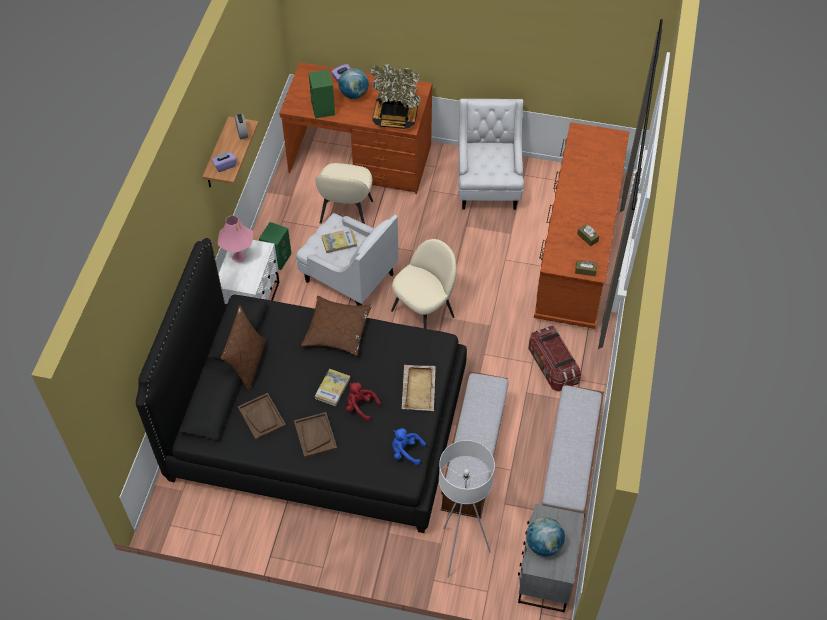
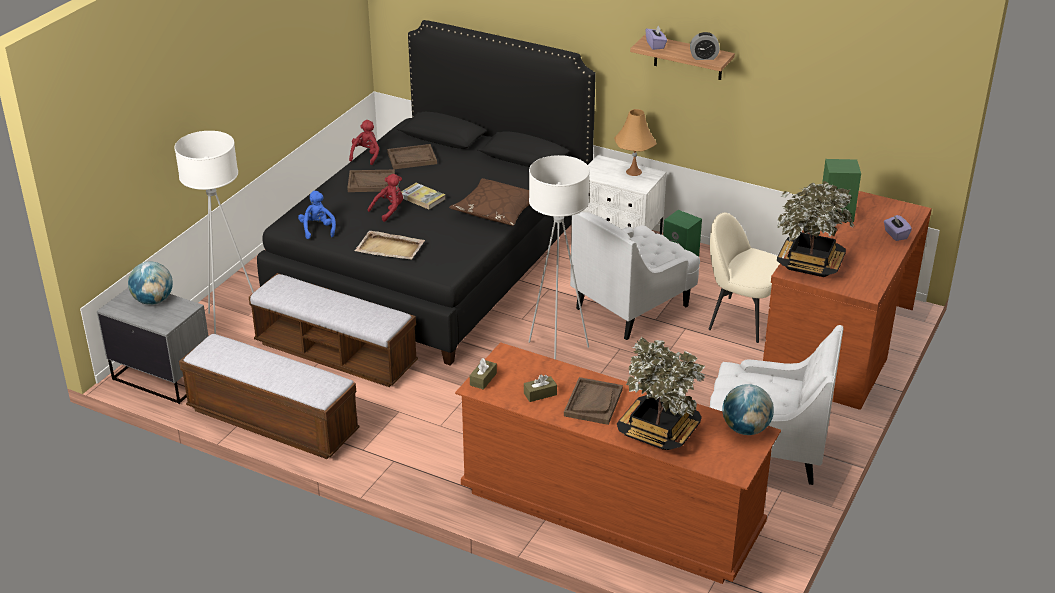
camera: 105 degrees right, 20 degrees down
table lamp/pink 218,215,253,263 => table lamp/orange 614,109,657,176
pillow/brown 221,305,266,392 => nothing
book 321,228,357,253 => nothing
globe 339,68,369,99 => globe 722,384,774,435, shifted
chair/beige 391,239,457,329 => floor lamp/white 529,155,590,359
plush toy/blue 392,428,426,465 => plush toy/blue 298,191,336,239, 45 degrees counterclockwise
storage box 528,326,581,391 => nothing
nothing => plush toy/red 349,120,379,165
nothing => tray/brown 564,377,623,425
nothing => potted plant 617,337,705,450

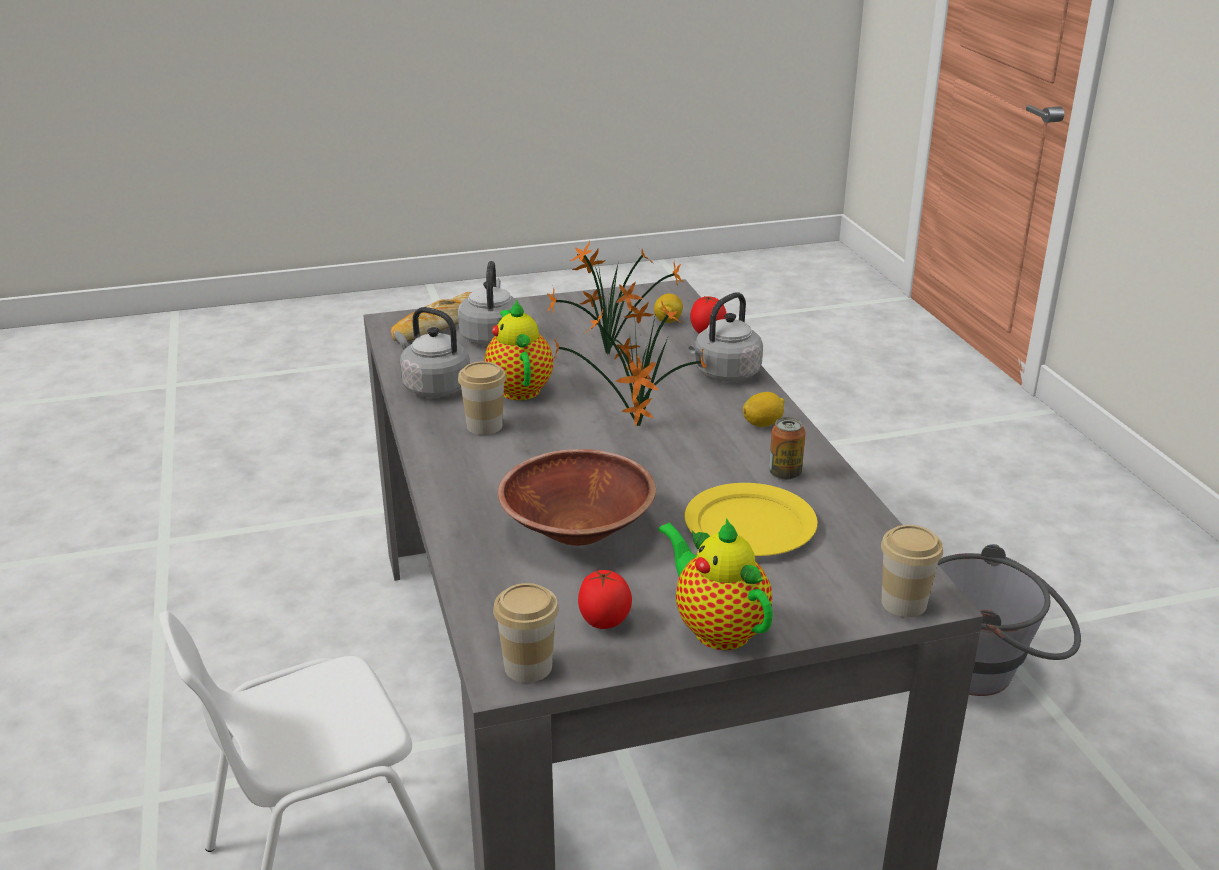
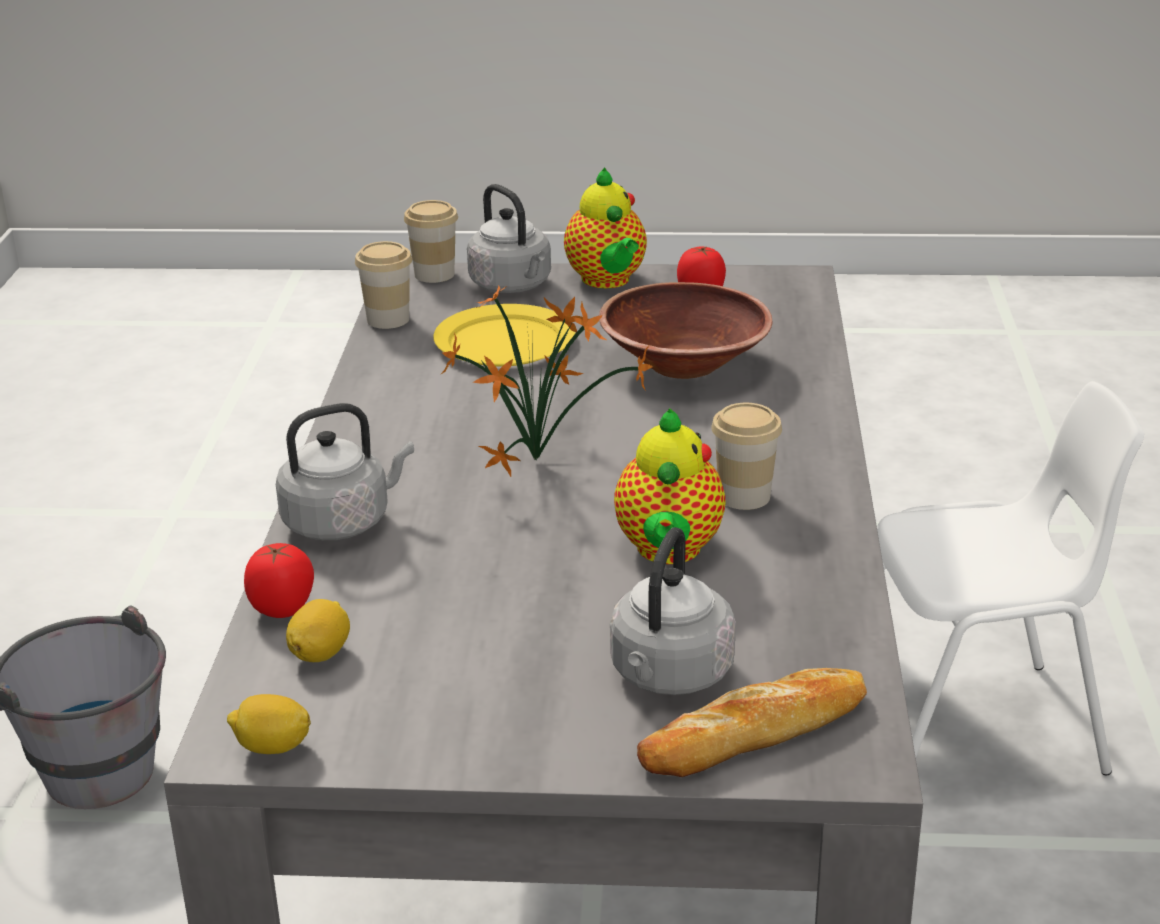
camera: 160 degrees left, 0 degrees up
kettle/grey 394,307,470,397 => kettle/grey 467,184,551,293, shifted
cup 493,583,559,683 => cup 355,241,412,329, shifted
potted plant 547,241,683,360 => nothing
lemon 743,392,785,427 => lemon 227,694,311,754, shifted
can 769,417,806,480 => nothing

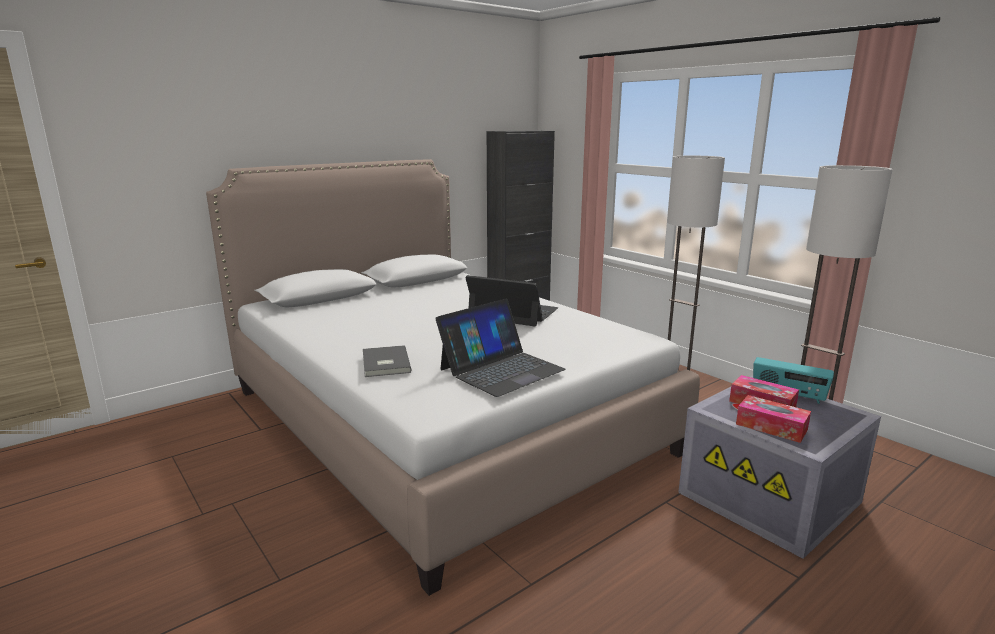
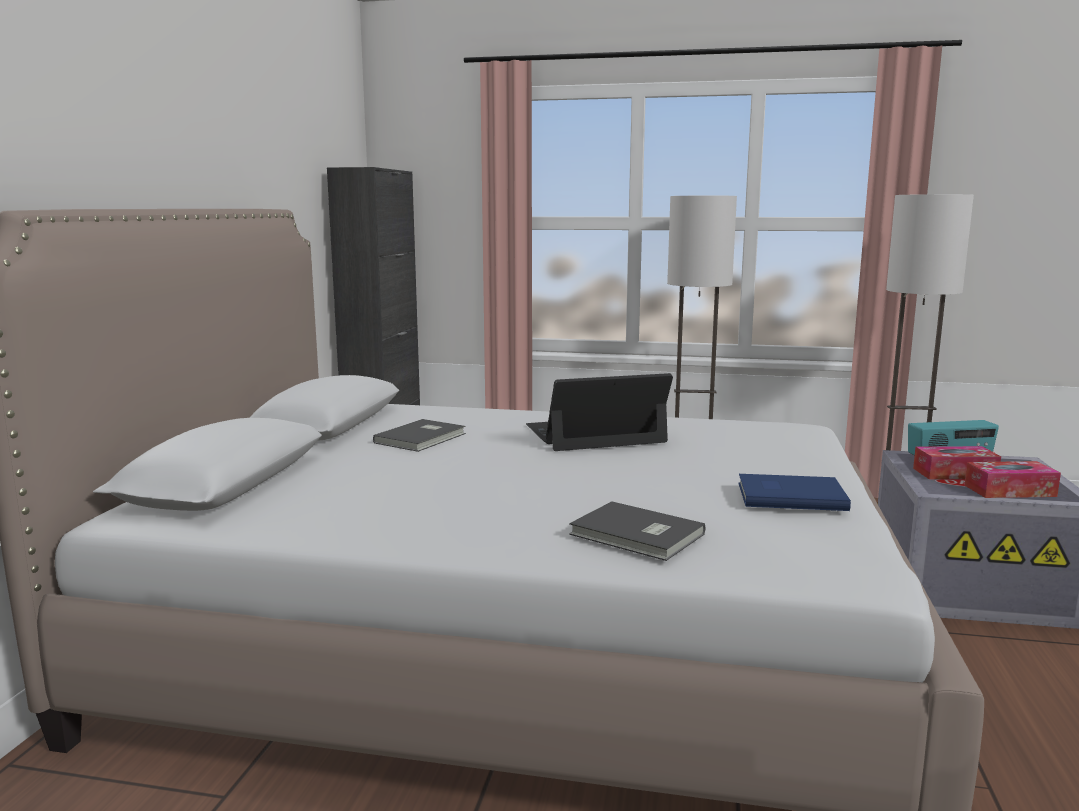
camera: 40 degrees left, 5 degrees down
laptop 435,299,566,397 => book/blue 738,474,851,511
nothing => book/grey 373,419,466,452

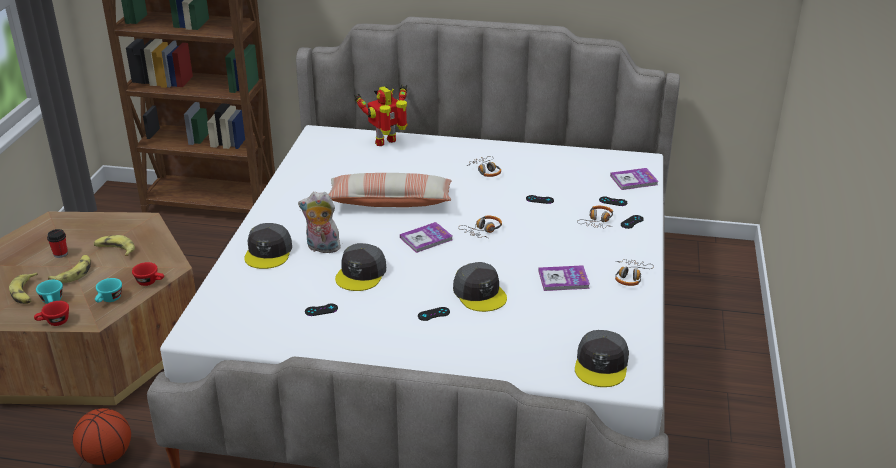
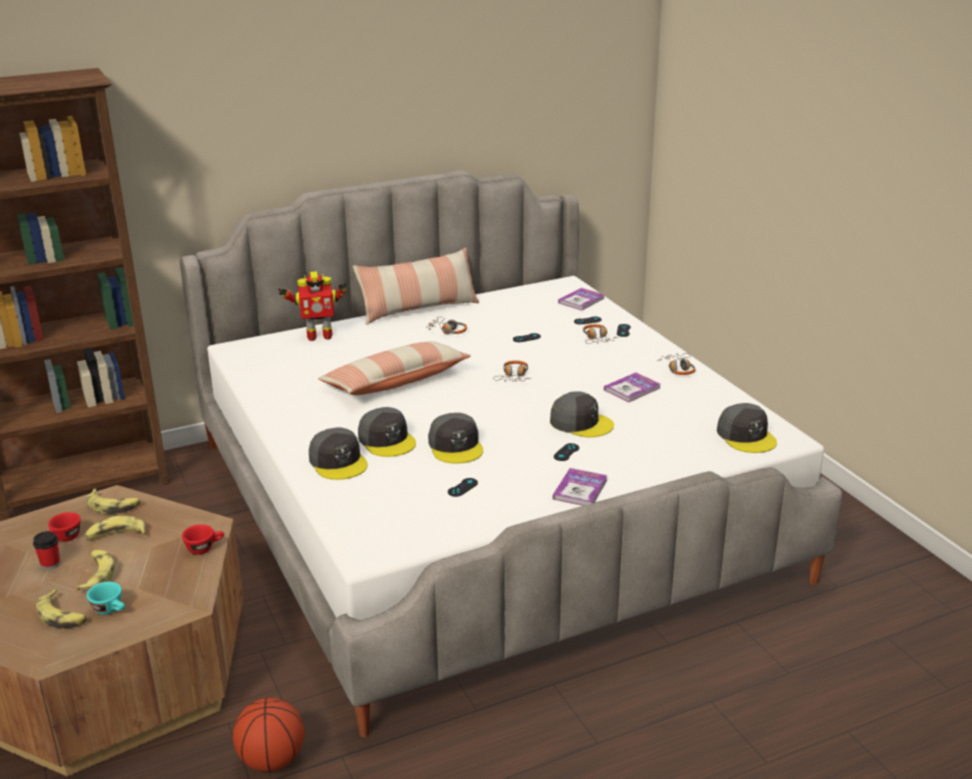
camera: 35 degrees left, 5 degrees down
cup/red 34,301,69,326 => cup/red 48,512,81,542, shifted
cup/turquoise 95,278,122,303 => nothing
plush toy 298,191,341,253 => cap/grey 358,407,416,457
toy robot 354,84,407,146 => toy robot 278,271,348,341, 120 degrees counterclockwise
book 400,222,453,253 => book 553,468,608,506, shifted
nothing => banana 86,489,140,514
nothing => pillow 353,248,479,325

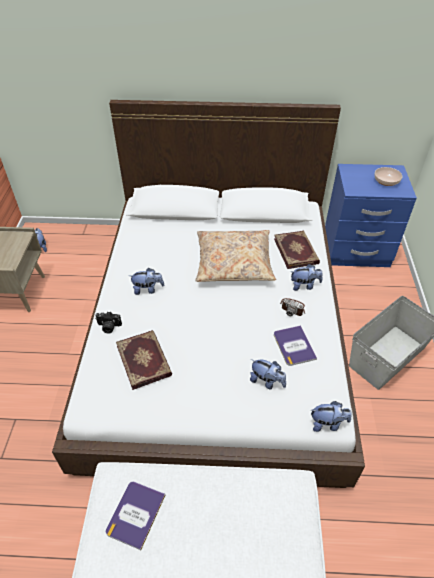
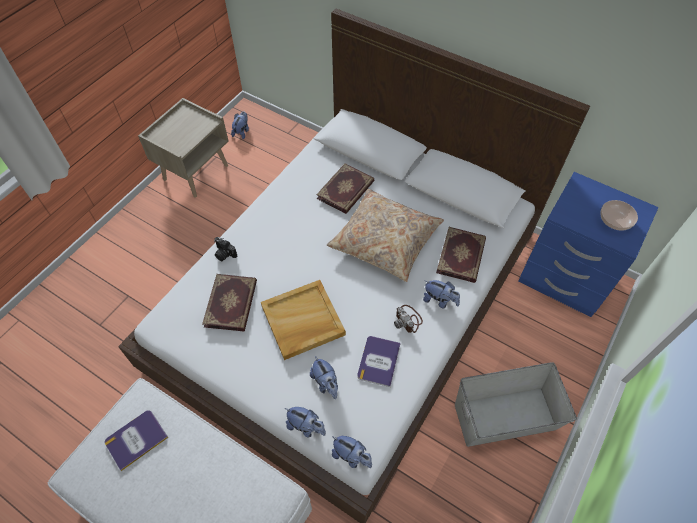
camera: 30 degrees right, 10 degrees up
plush toy 129,268,164,295 => plush toy 285,407,326,437, shifted
nothing => tray/beige 261,280,346,360
nothing => book 316,163,374,214

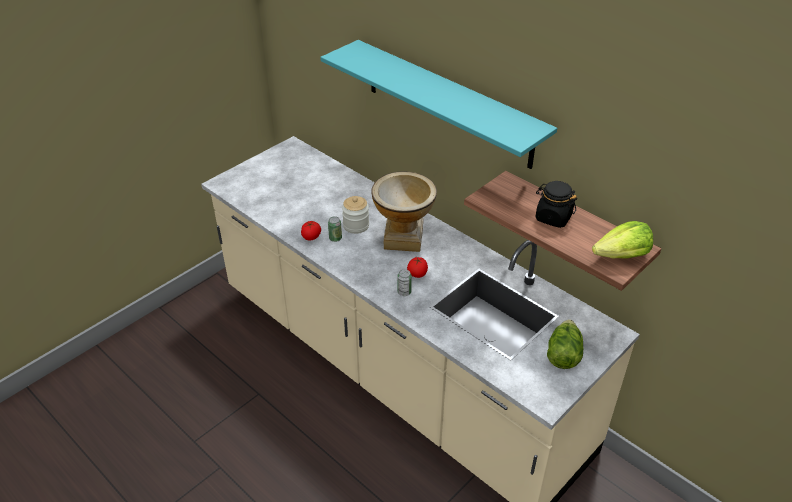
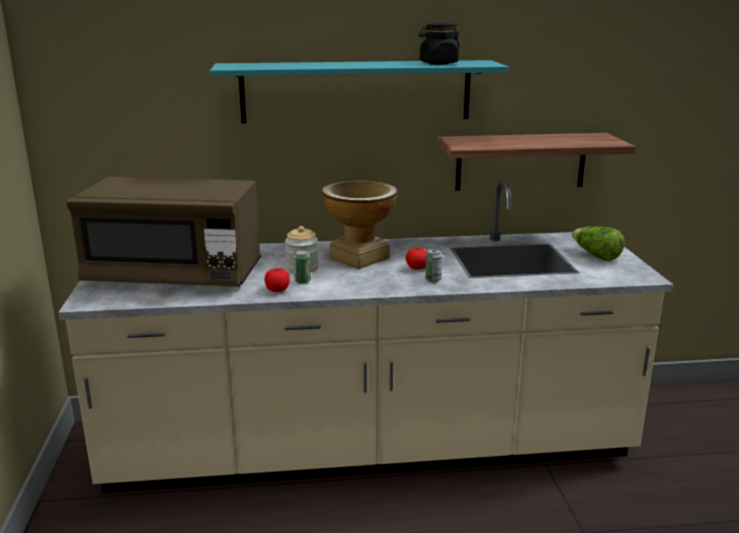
camera: 50 degrees left, 20 degrees down
jar/black 535,181,577,228 => jar/black 419,23,460,65, shifted
lettuce 592,221,653,259 => nothing
nothing => microwave/brown 66,177,261,287

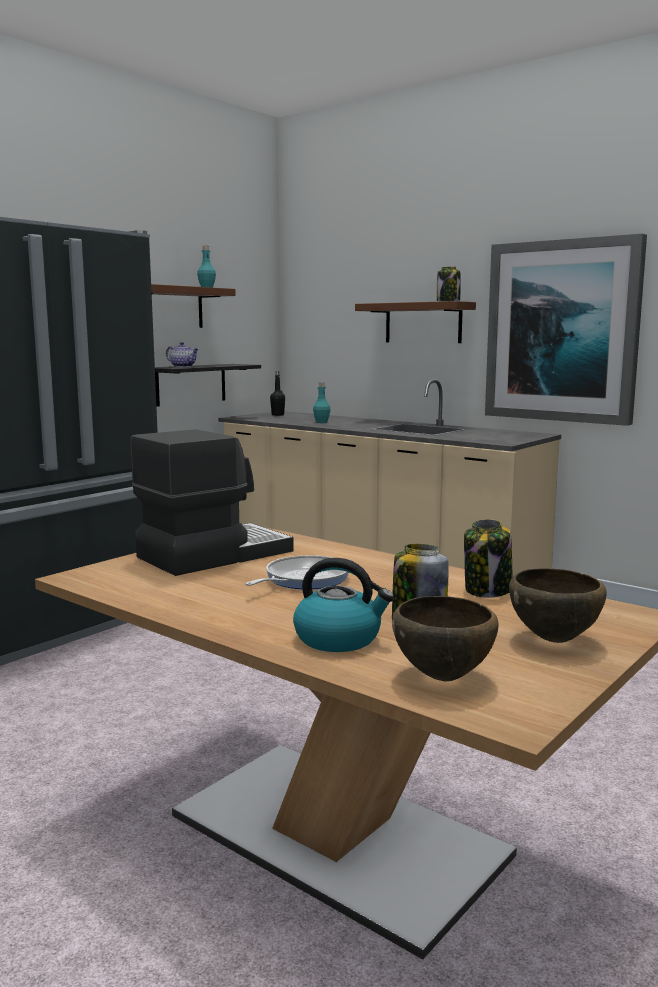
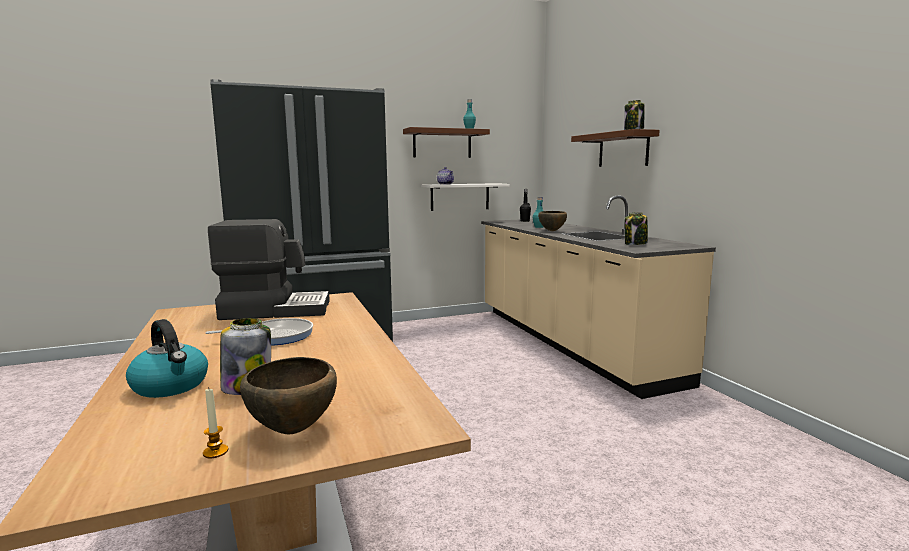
camera: 30 degrees right, 0 degrees up
shelf/black 155,364,261,407 => shelf/white 421,183,510,211
bowl/brown 392,596,498,681 => bowl/brown 538,211,567,231, shifted
jar 464,519,513,598 => jar 625,212,648,245, shifted
picture 485,233,647,426 => nothing
nothing => candle 203,389,228,458

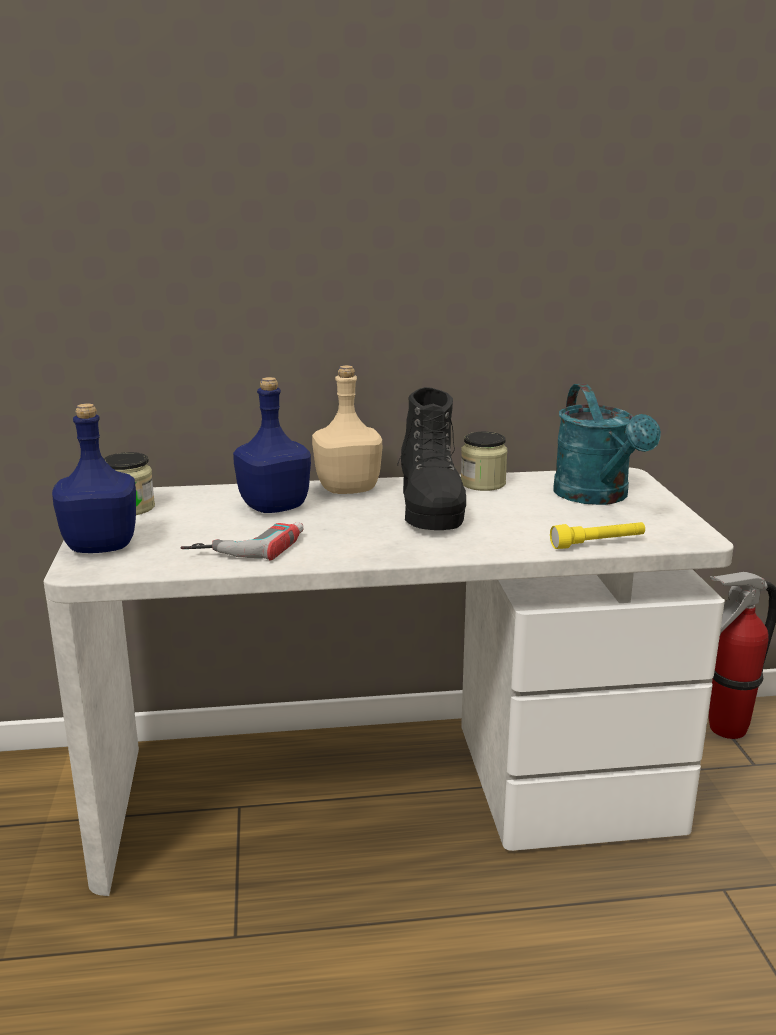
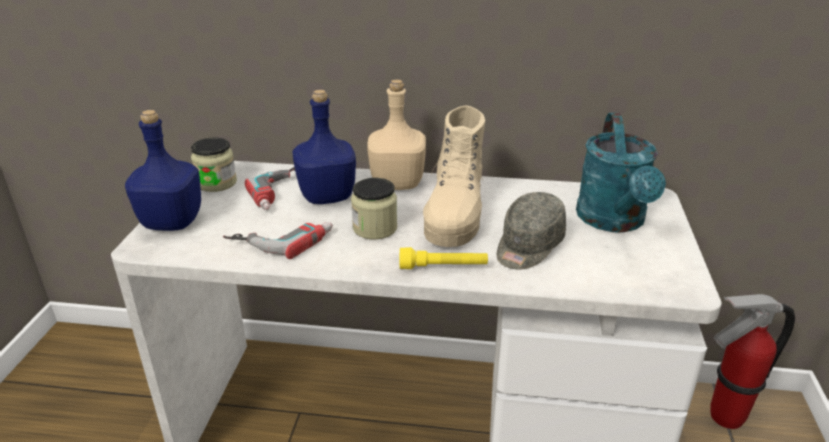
camera: 15 degrees right, 10 degrees up
boot/black 397,387,466,530 => boot/beige 423,105,485,247
jar 461,432,508,491 => jar 351,178,397,240, shifted
flashlight/yellow 550,522,645,549 => flashlight/yellow 400,247,488,269, shifted
nothing => power drill 245,167,295,210
nothing => cap/grey 497,192,566,270

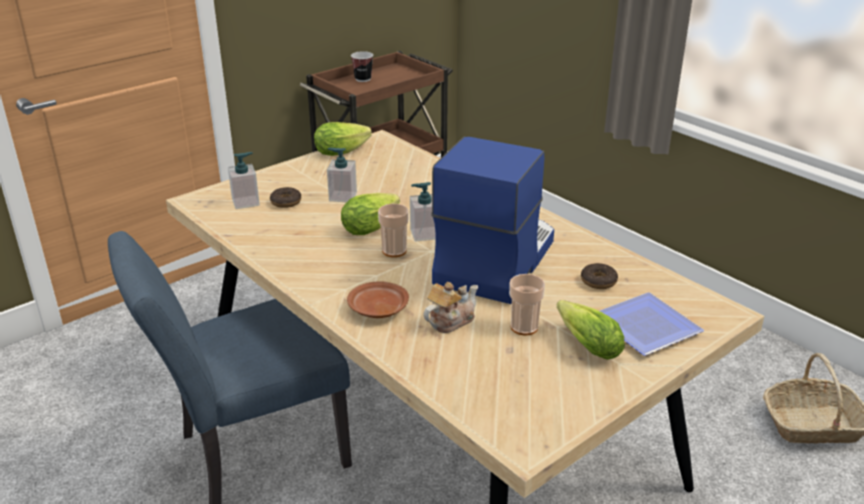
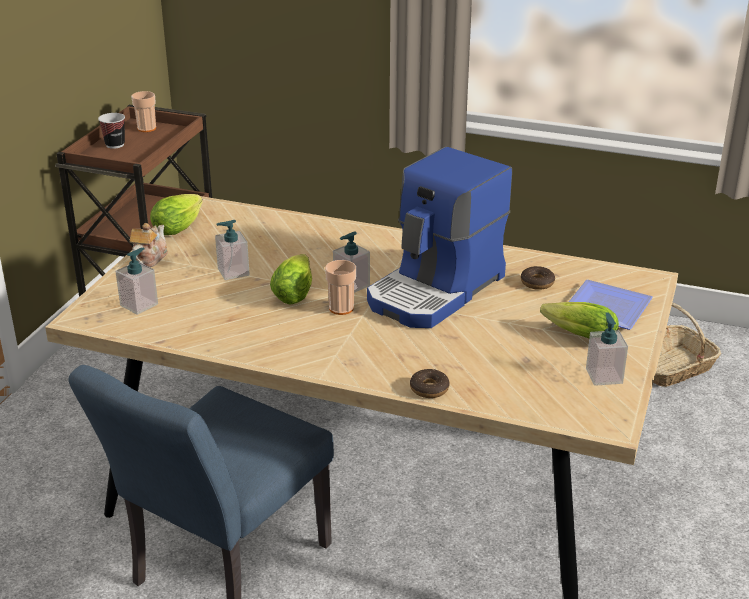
camera: 30 degrees left, 0 degrees up
donut 270,187,301,208 => donut 410,369,450,398, shifted
plate/brown 347,281,409,318 => nothing
teapot 423,282,478,333 => teapot 130,223,168,267, shifted
coffee machine 431,137,554,304 => coffee machine 367,147,512,328, 135 degrees counterclockwise
cup 509,274,545,336 => cup 131,91,156,132, shifted
nothing => soap dispenser 586,312,628,386

